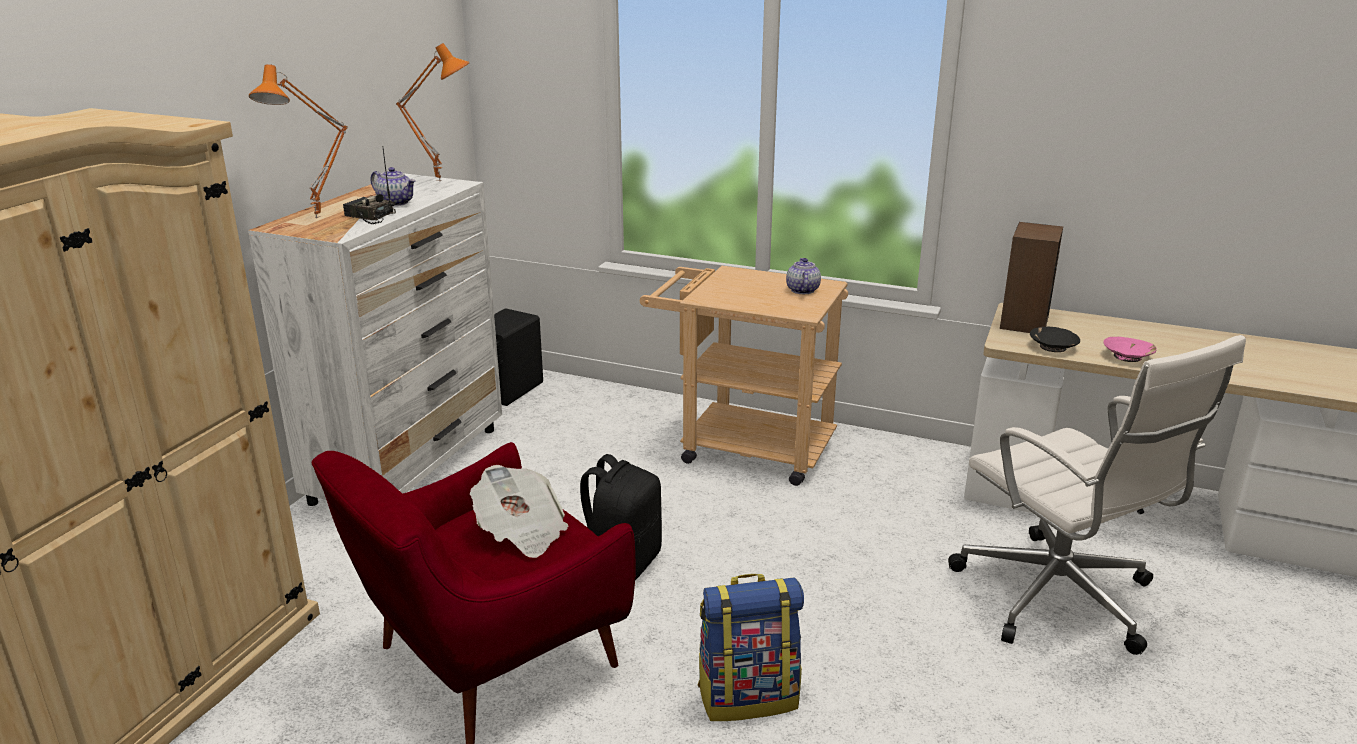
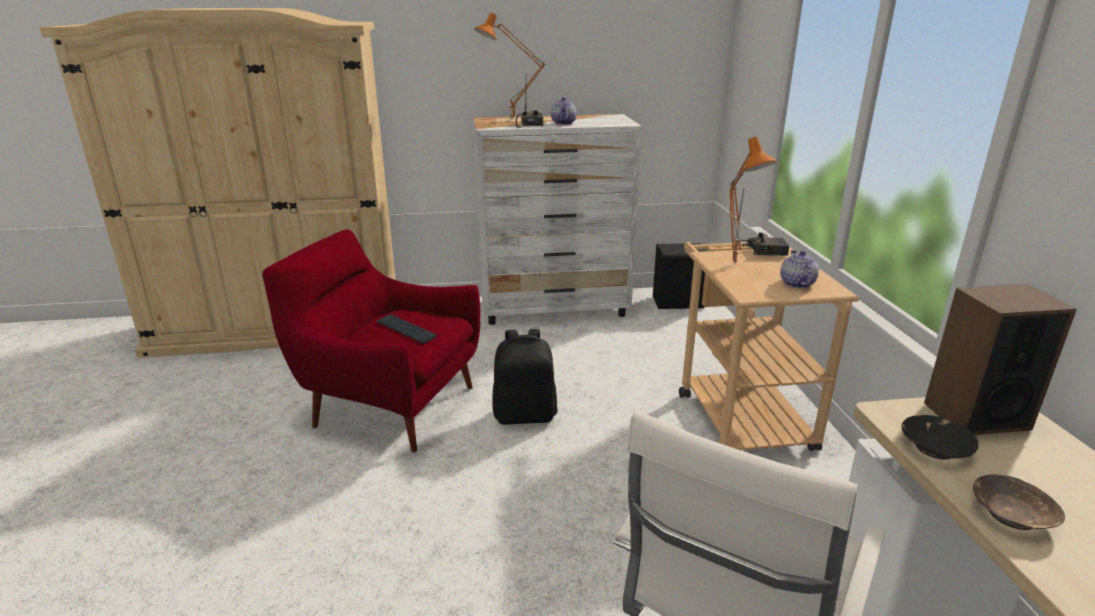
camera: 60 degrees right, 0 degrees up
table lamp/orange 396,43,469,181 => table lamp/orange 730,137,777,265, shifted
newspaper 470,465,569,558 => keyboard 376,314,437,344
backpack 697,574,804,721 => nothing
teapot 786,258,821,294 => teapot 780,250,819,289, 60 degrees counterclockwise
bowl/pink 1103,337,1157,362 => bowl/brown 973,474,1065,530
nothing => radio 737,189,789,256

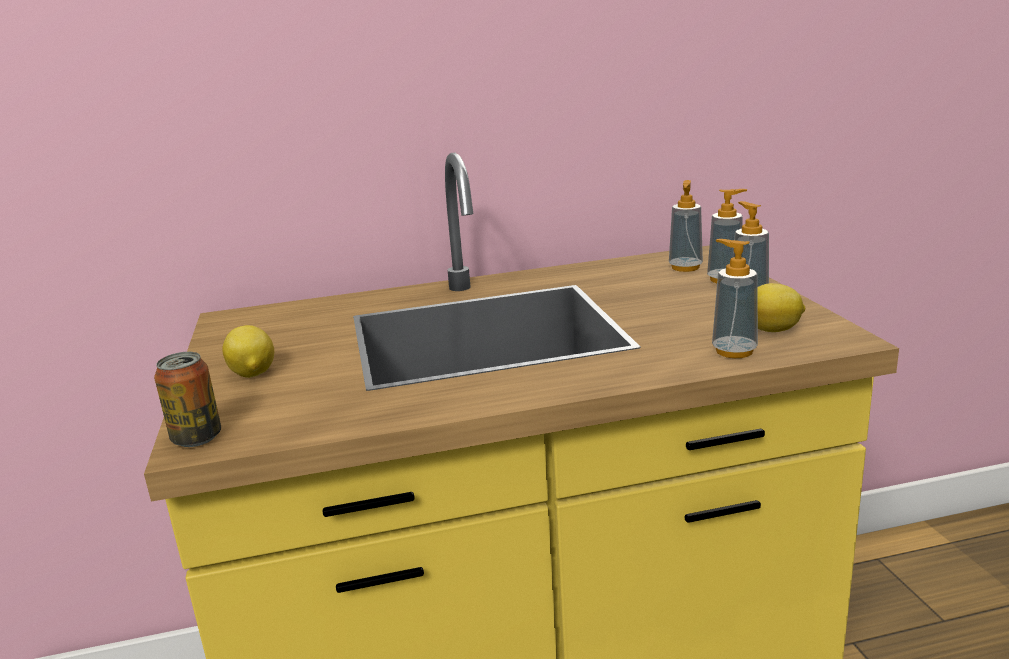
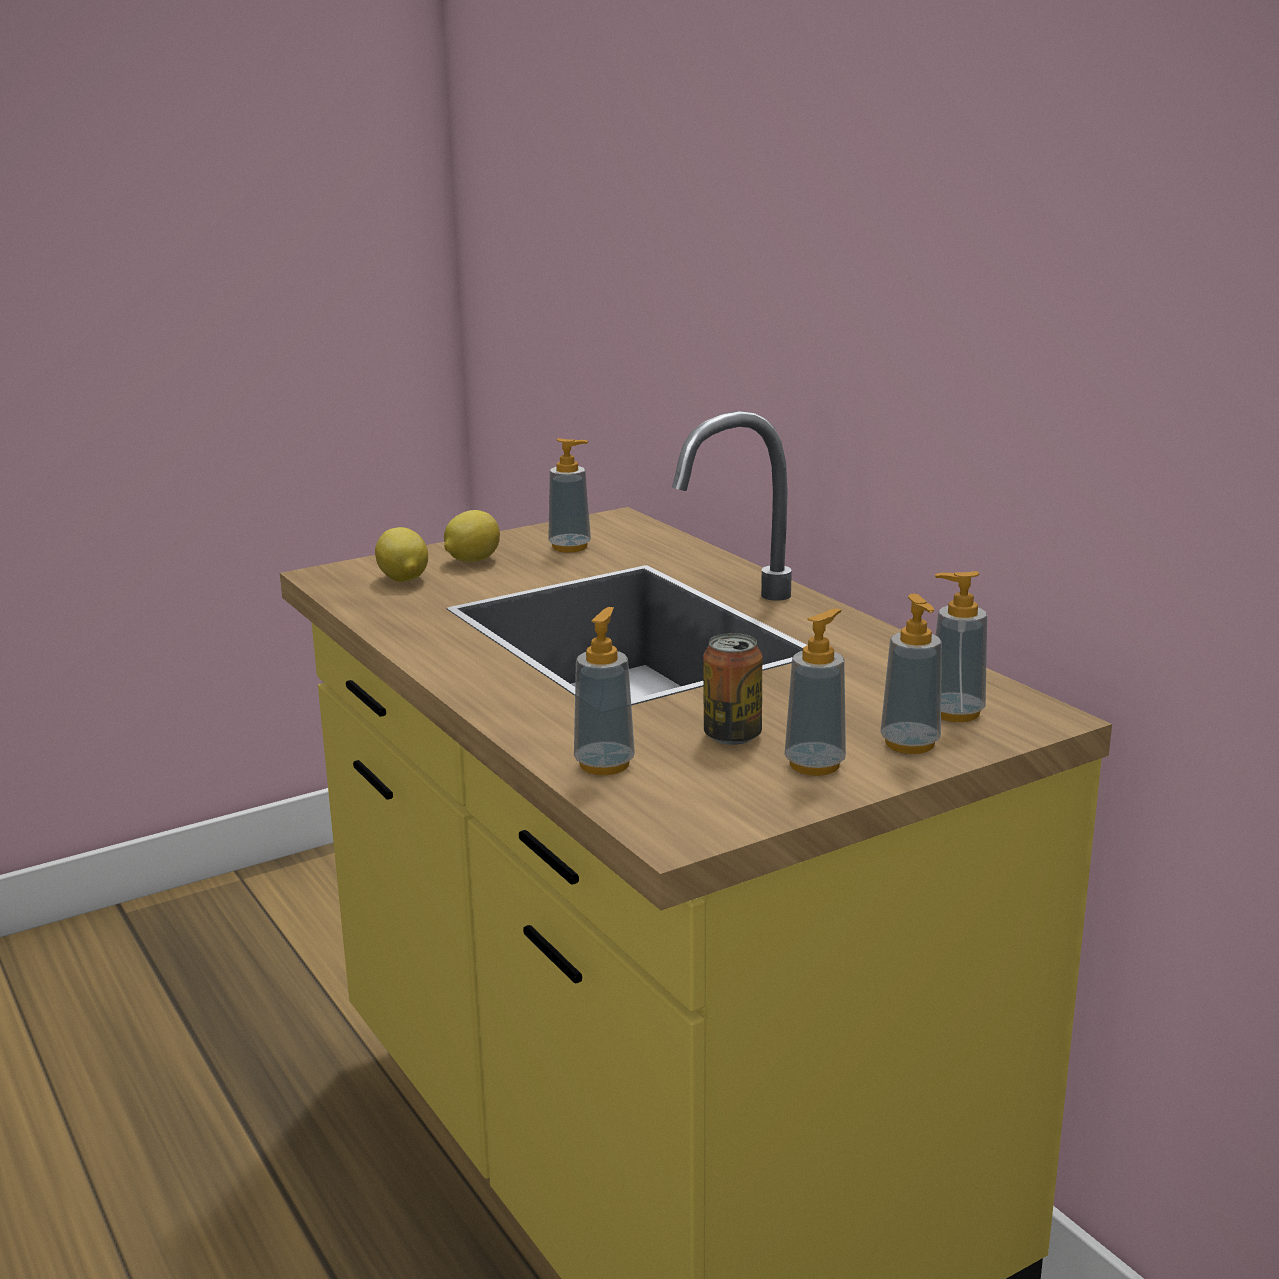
camera: 70 degrees right, 0 degrees up
can 154,352,221,447 => can 703,633,763,745, shifted
lemon 757,283,805,332 => lemon 375,527,428,582, shifted
nothing => soap dispenser 548,438,591,553

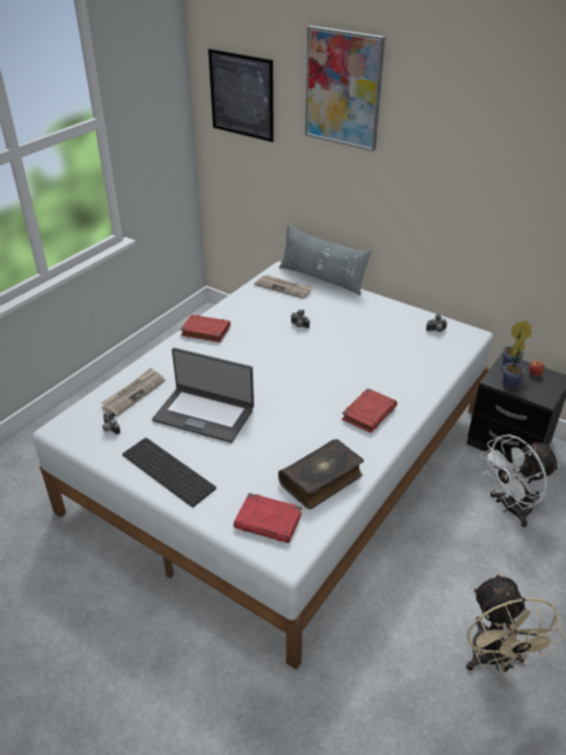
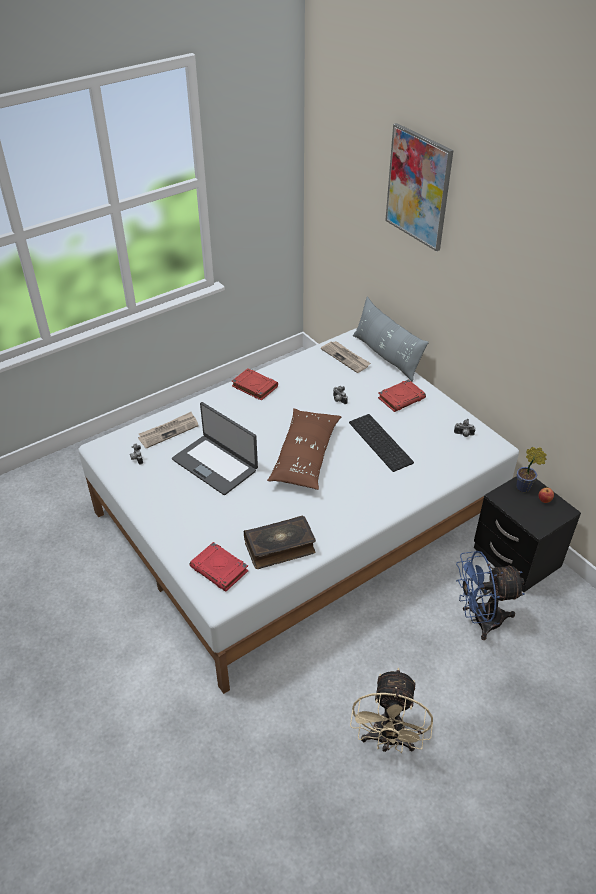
camera: 20 degrees right, 5 degrees up
keyboard 122,438,216,507 => keyboard 349,414,414,472, shifted
picture 208,49,274,142 => nothing
book/red 342,388,397,433 => book/red 378,379,426,412, shifted
fan/white 480,434,559,528 => fan/blue 456,551,525,640
potted plant 503,336,526,389 => nothing
nothing => pillow/brown 267,408,342,490

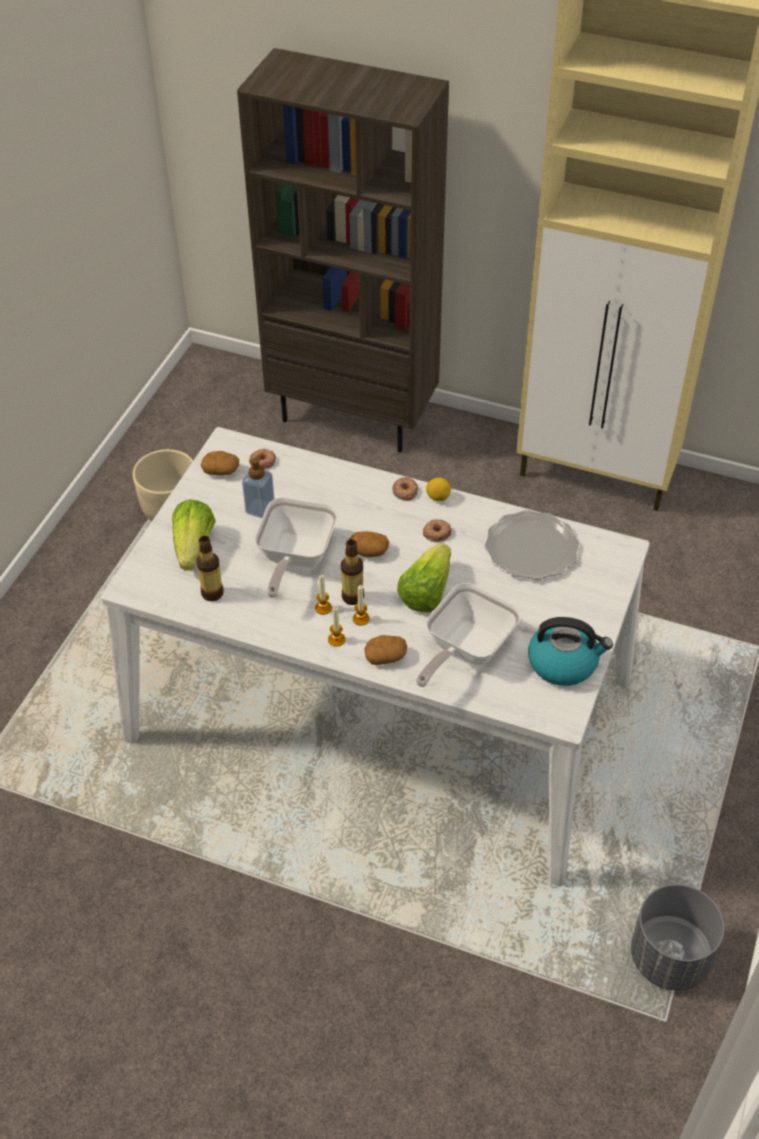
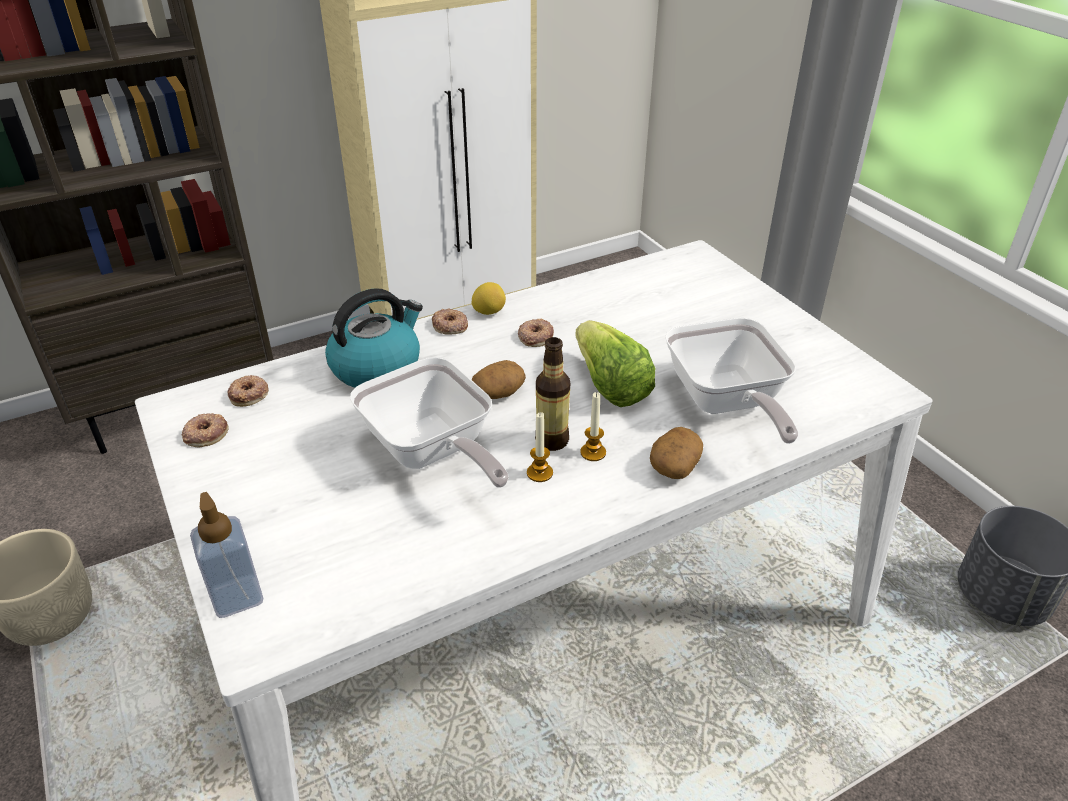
camera: 50 degrees left, 10 degrees down
lettuce 172,499,216,571 => nothing
bottle 196,536,224,601 => nothing
potato 201,451,239,475 => donut 181,413,228,447
soap dispenser 242,454,274,518 => soap dispenser 190,492,263,618, shifted
candle 328,606,345,647 => nothing
plate 485,510,579,580 => nothing
kettle 528,617,613,686 => kettle 325,288,423,388, shifted

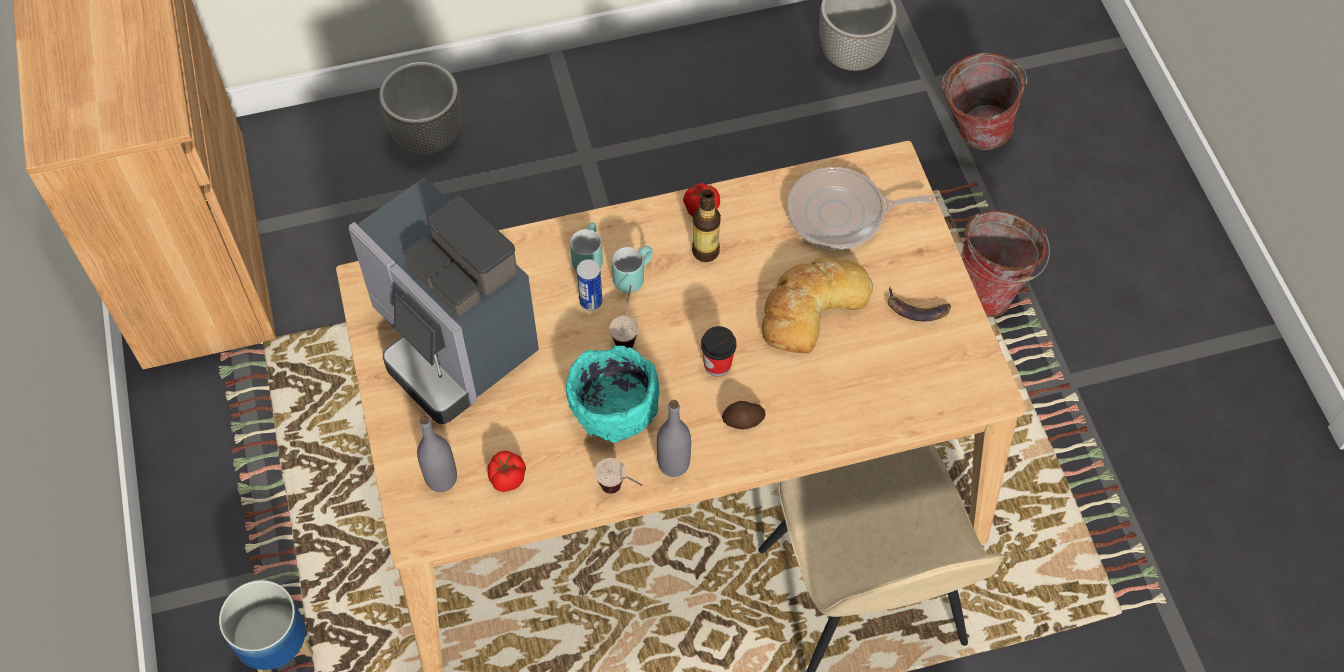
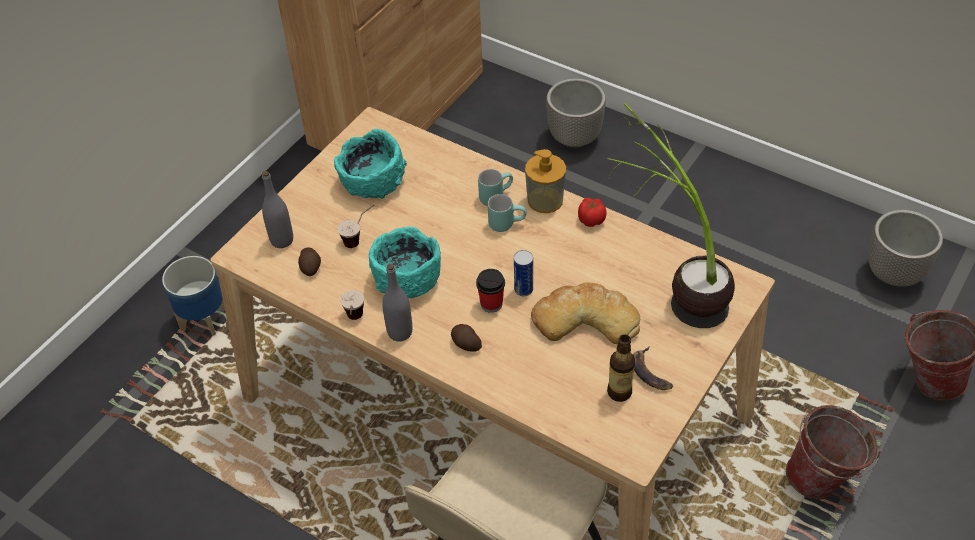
camera: 50 degrees right, 10 degrees down
coffee machine 349,177,539,424 => bowl/turquoise 334,129,407,199
tomato 488,451,526,492 => potato 298,247,321,276
can 577,259,603,311 => can 514,250,533,297, shifted
cup 609,285,639,348 => cup 338,205,374,248, shifted
bottle 692,189,721,262 => bottle 607,334,635,402, shifted
frying pan 787,167,935,250 => potted plant 608,103,735,328
nothing => soap dispenser 525,149,566,213

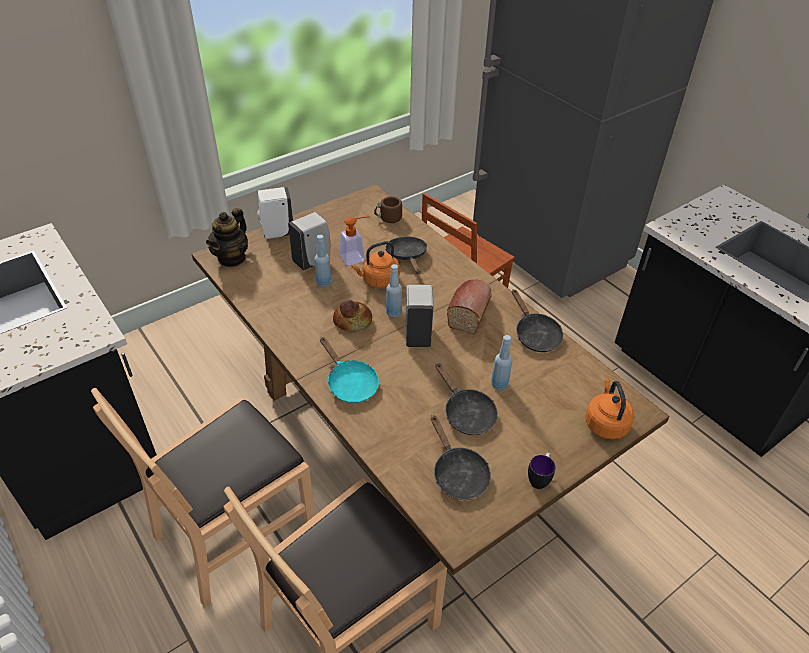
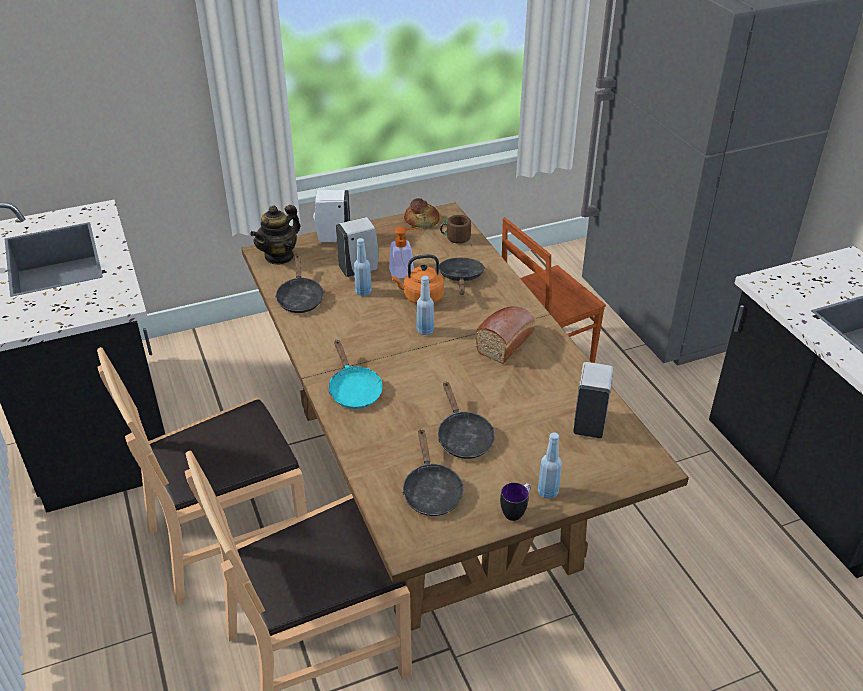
camera: 15 degrees right, 5 degrees down
bread 333,300,372,331 => bread 404,198,440,228, shifted
soap dispenser/white 406,284,434,347 => soap dispenser/white 573,362,614,438, shifted
bottle/blue 491,335,512,390 => bottle/blue 538,433,562,499, shifted
frying pan/black 512,289,563,352 => frying pan/black 275,254,324,313, shifted
kettle/orange 585,379,634,439 => nothing

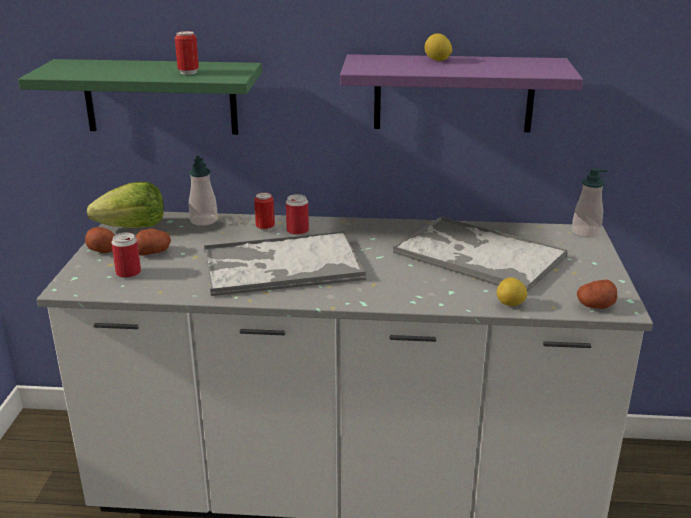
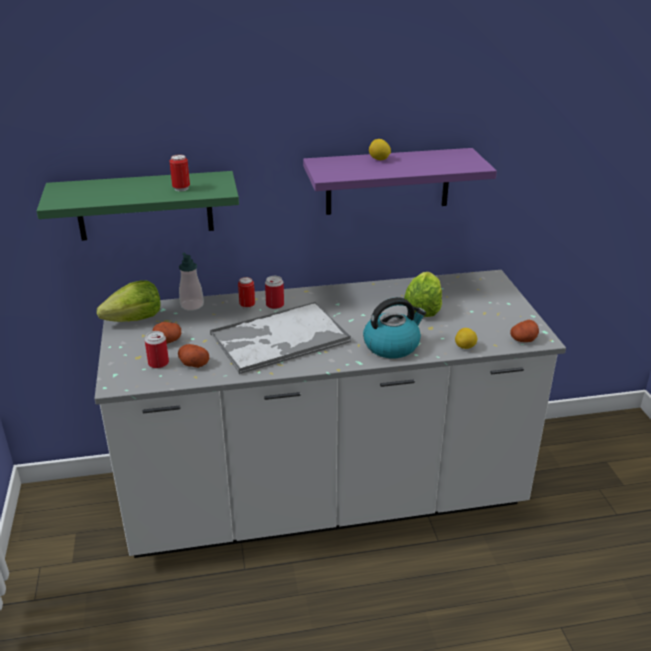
camera: 15 degrees left, 5 degrees up
potato 85,227,115,253 => potato 178,344,209,368, shifted
tray 393,216,568,292 => lettuce 404,272,442,317
soap dispenser 572,168,608,238 => nothing
nothing => kettle 363,297,426,358

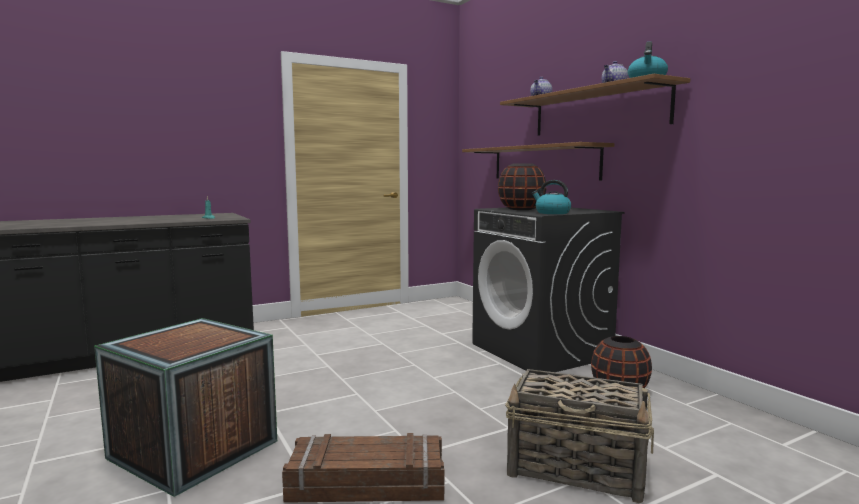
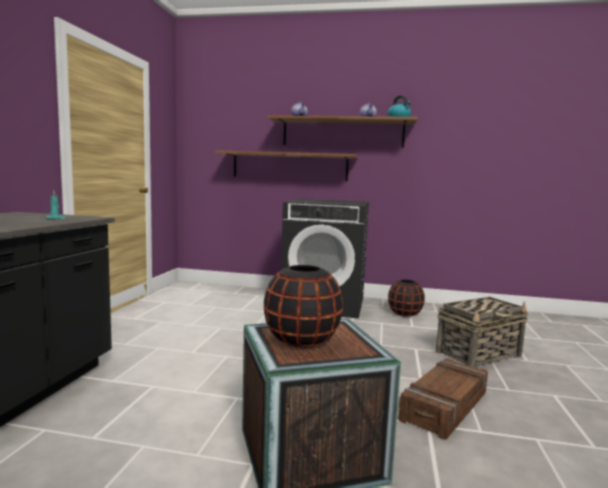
camera: 50 degrees left, 0 degrees up
vase/black 498,163,546,210 => vase/black 264,265,343,347, shifted
kettle 532,180,571,214 => nothing

